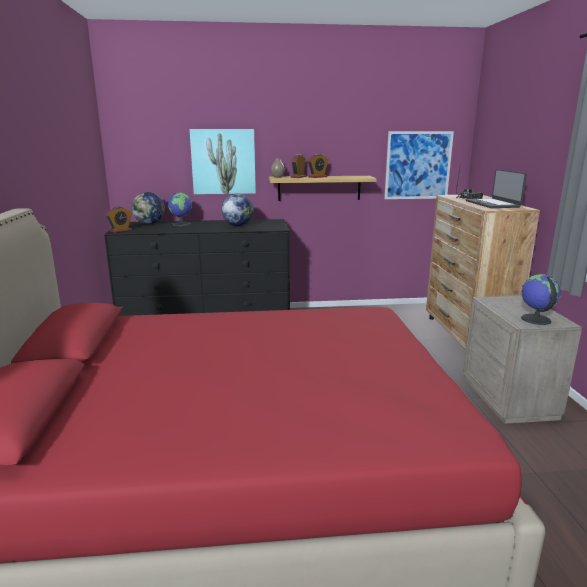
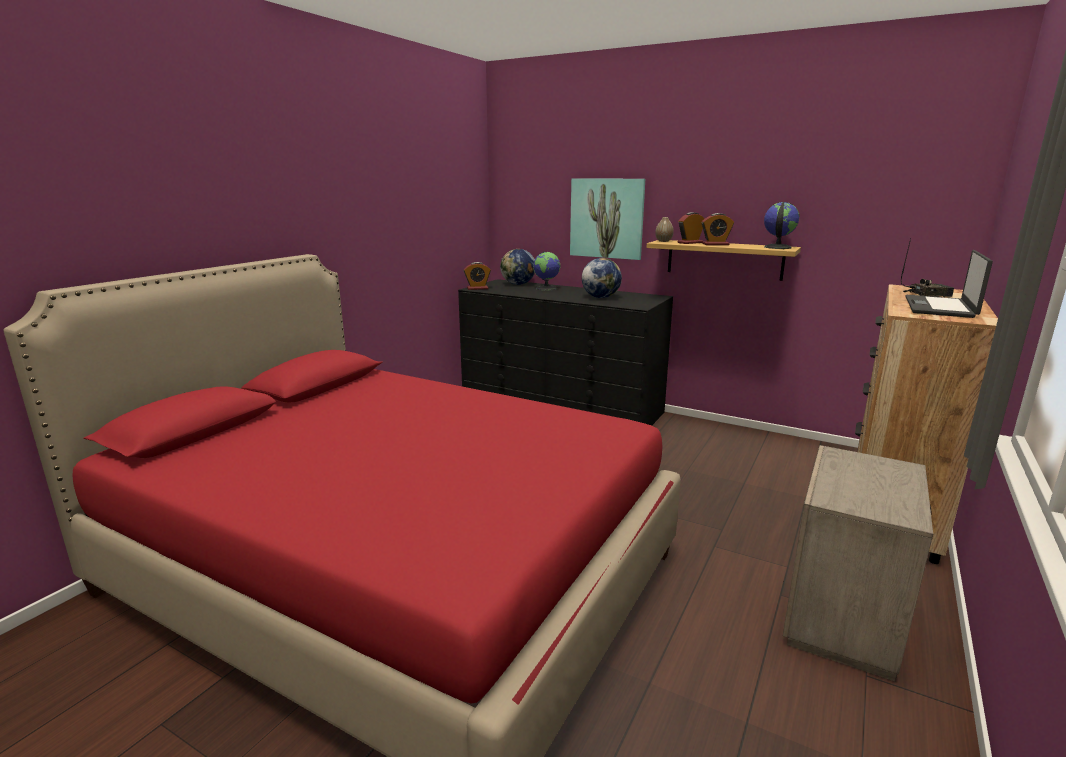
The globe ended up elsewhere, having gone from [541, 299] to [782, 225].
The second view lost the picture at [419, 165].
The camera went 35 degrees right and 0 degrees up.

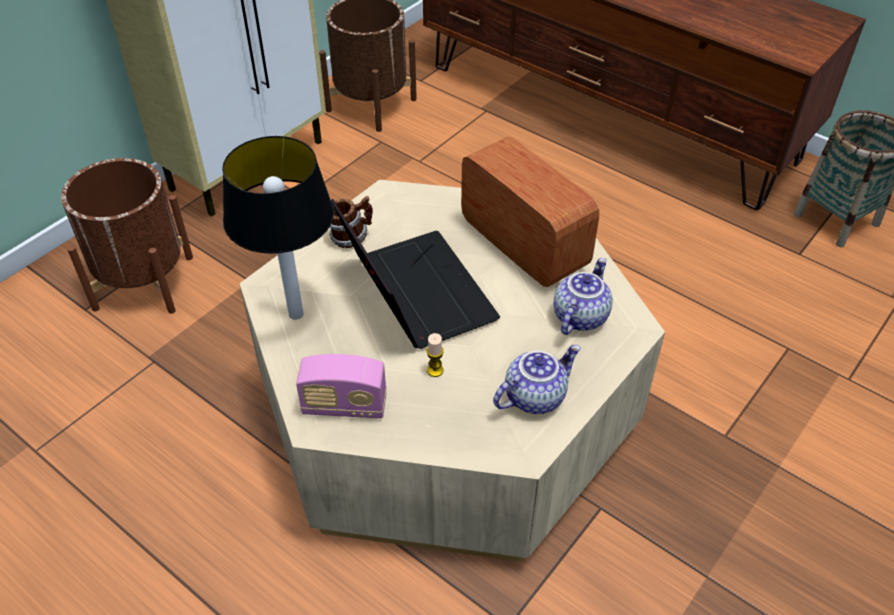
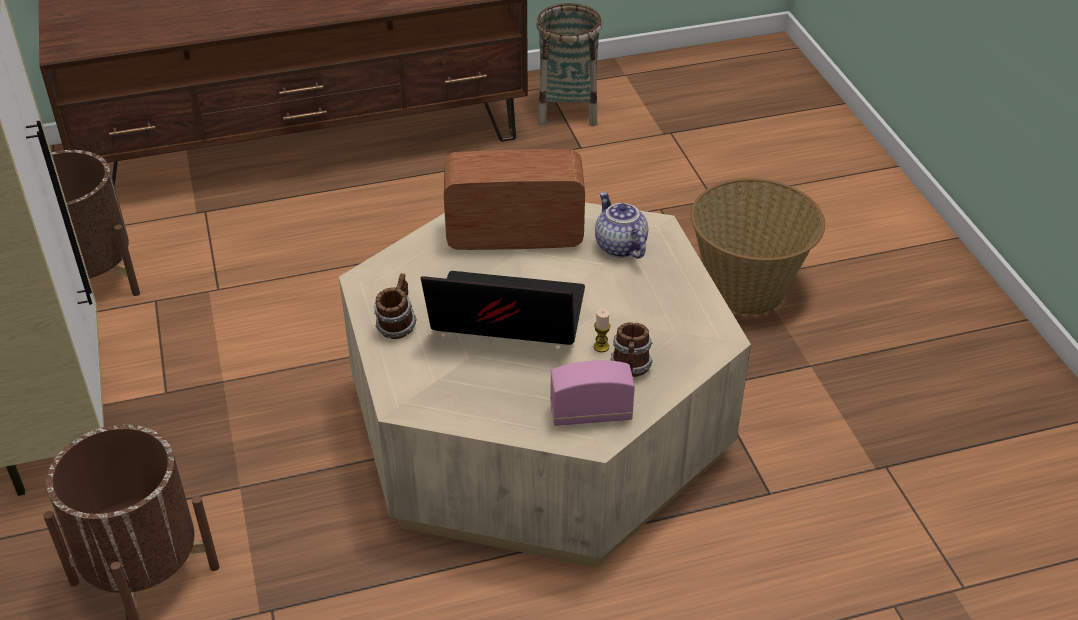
The radio at [341, 386] ended up facing another way, 135 degrees counterclockwise from before.
The second view gained the mug at [631, 349].
The second view gained the basket at [758, 246].
The second view lost the table lamp at [278, 228].
The second view lost the teapot at [537, 379].
The camera went 55 degrees left and 5 degrees down.

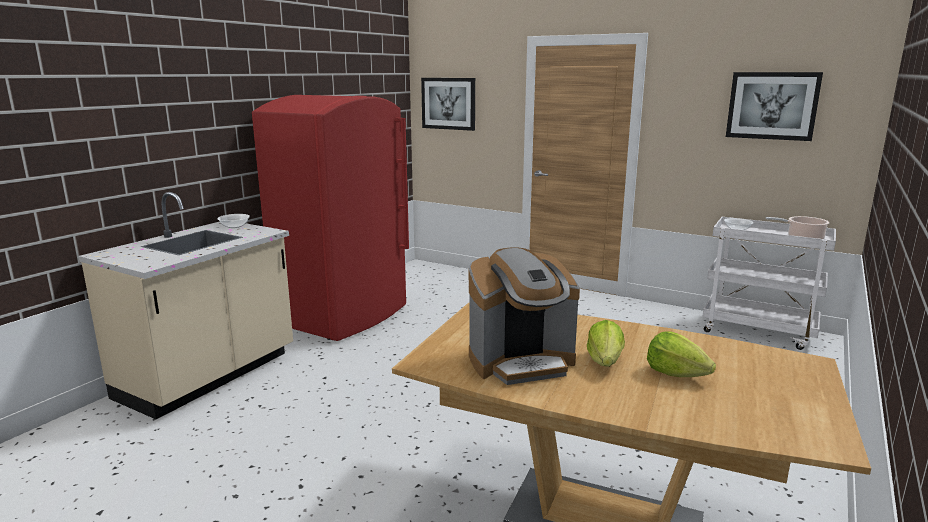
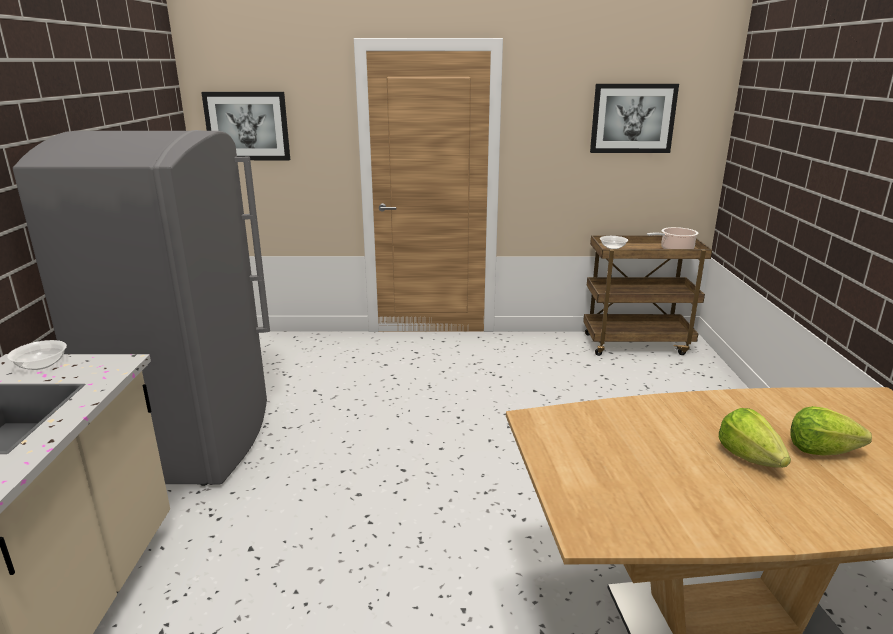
What was the fridge in red at [330, 218] turned into the fridge in grey at [141, 308].
What was the cart in white at [769, 283] turned into the cart in brown at [647, 295].
The second view lost the coffee machine at [524, 316].
The camera went 30 degrees left and 5 degrees up.

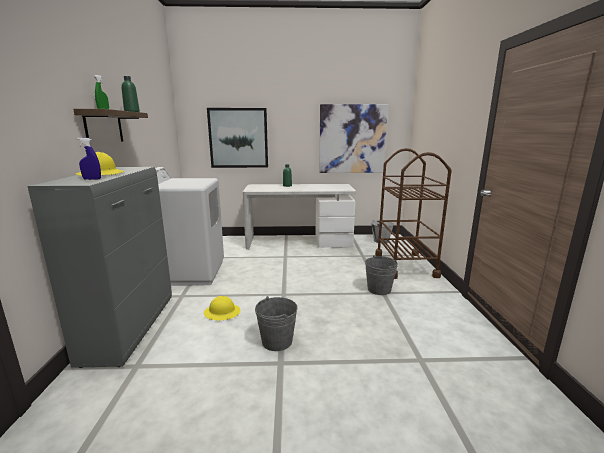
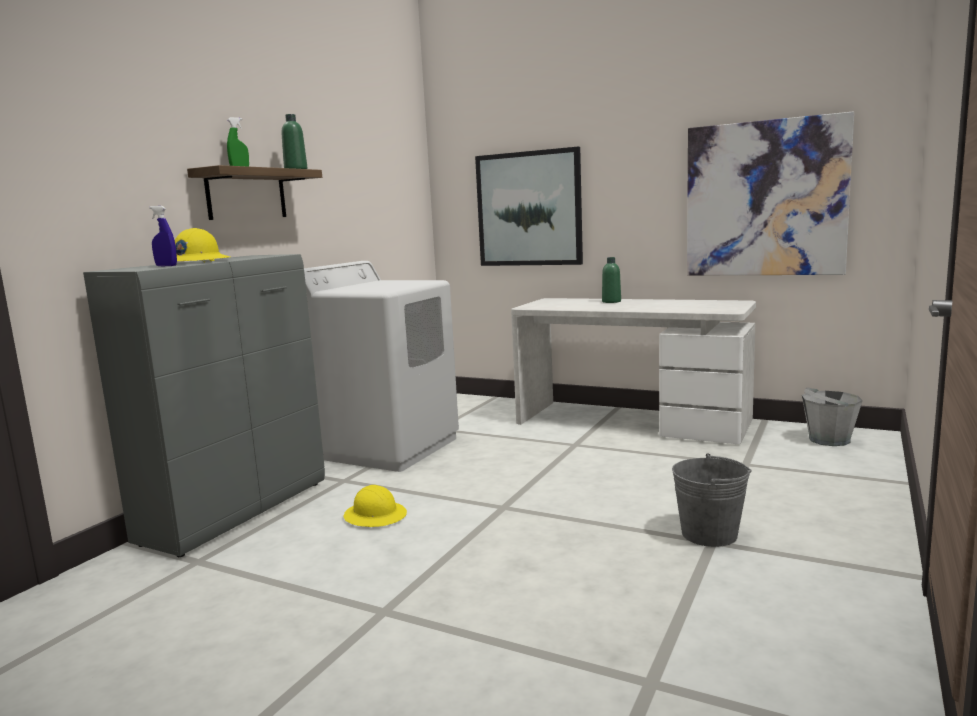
The second view lost the bucket in grey at [276, 323].
The second view lost the cart in brown at [413, 213].
The camera went 30 degrees right and 5 degrees down.

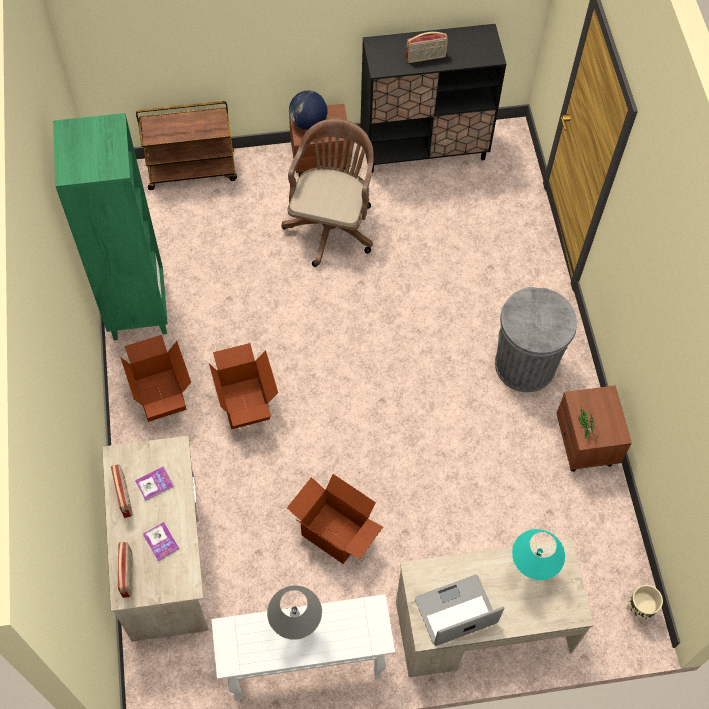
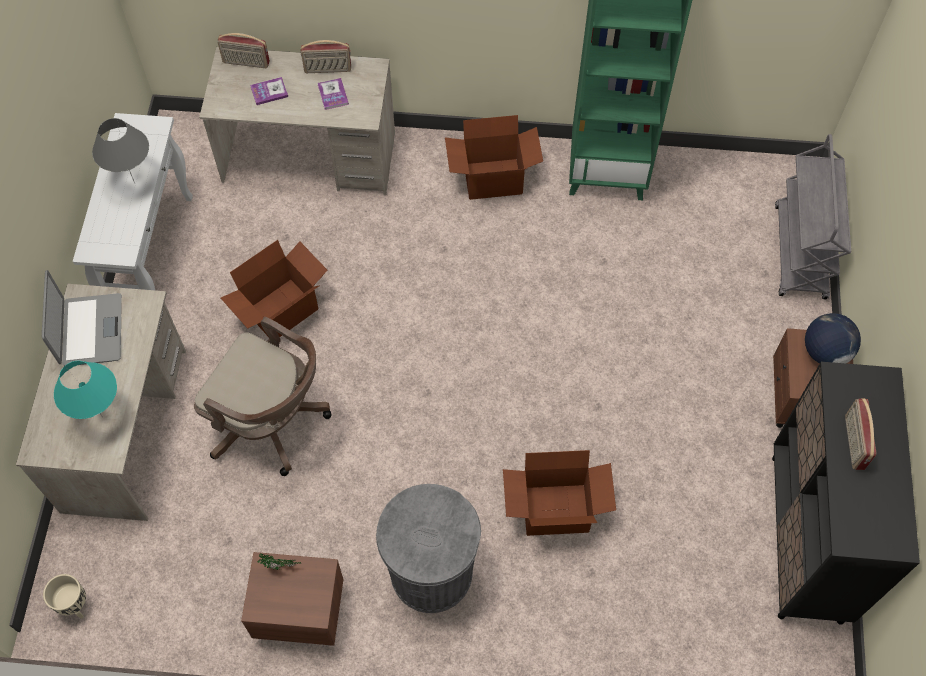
The office chair in brown ended up elsewhere, having gone from [327, 193] to [263, 396].
The cardboard box ended up elsewhere, having gone from [243, 386] to [559, 493].
What was the cart in brown at [186, 145] turned into the cart in grey at [813, 216].
The camera went 105 degrees right and 0 degrees up.

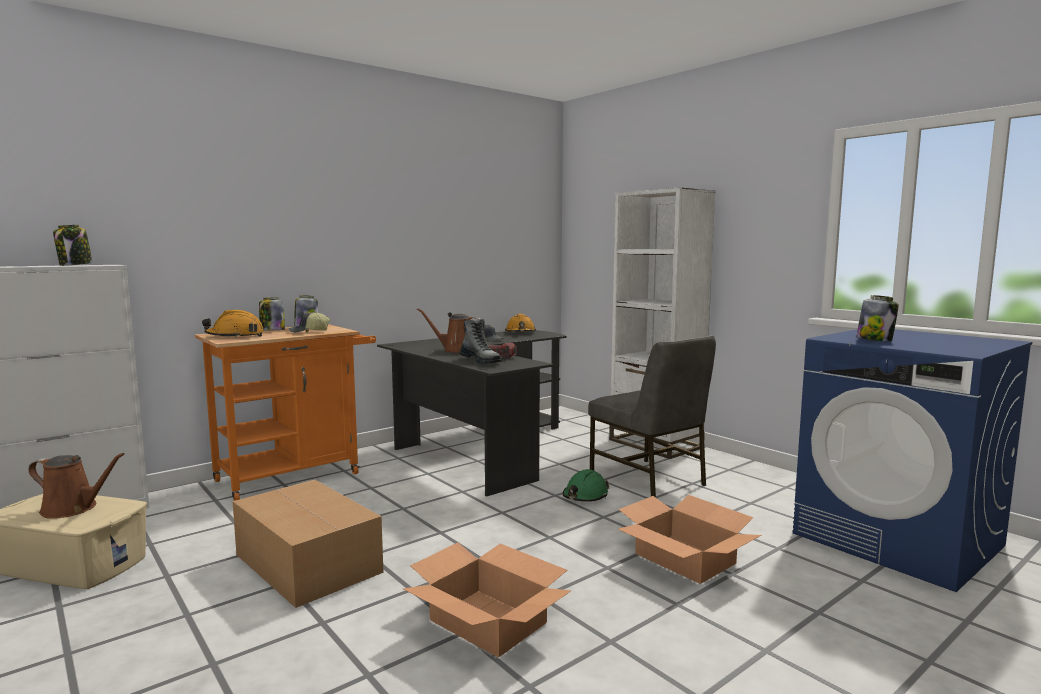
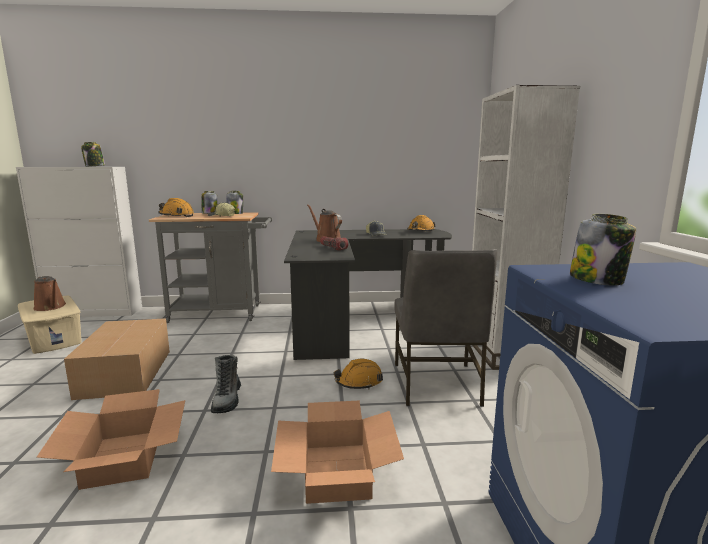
What was the cart in orange at [285, 412] turned into the cart in grey at [210, 267].
The boot ended up elsewhere, having gone from [480, 341] to [226, 384].
What was the hard hat in green at [586, 485] turned into the hard hat in orange at [358, 374].
The camera went 35 degrees right and 5 degrees up.

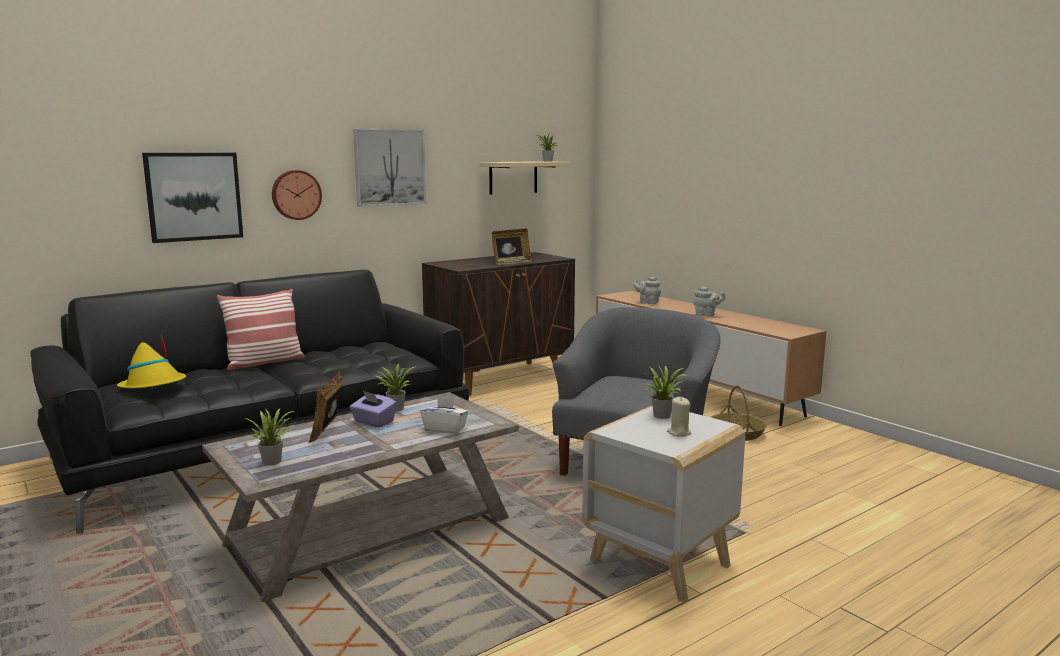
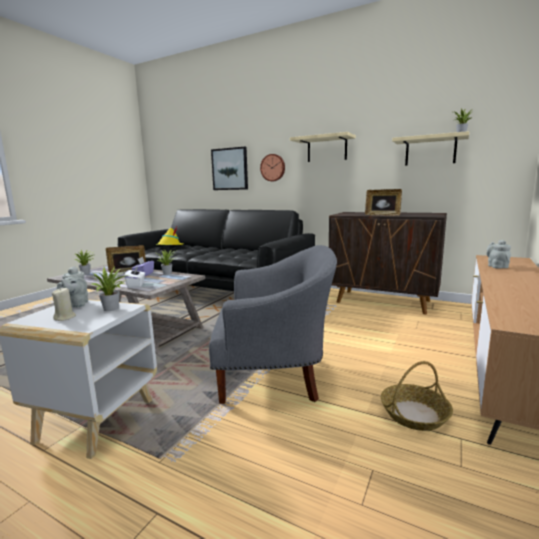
The teapot in grey ended up elsewhere, having gone from [709, 301] to [72, 287].
Where the picture hung at [389, 168], the shelf in beige came to hang at [323, 147].
The second view lost the pillow at [261, 329].
The camera went 65 degrees right and 0 degrees up.

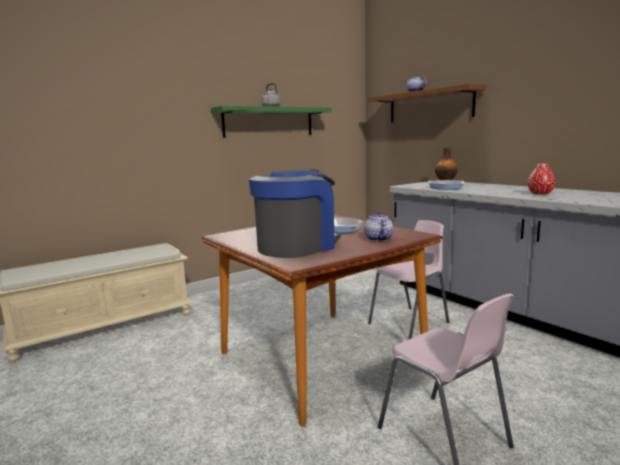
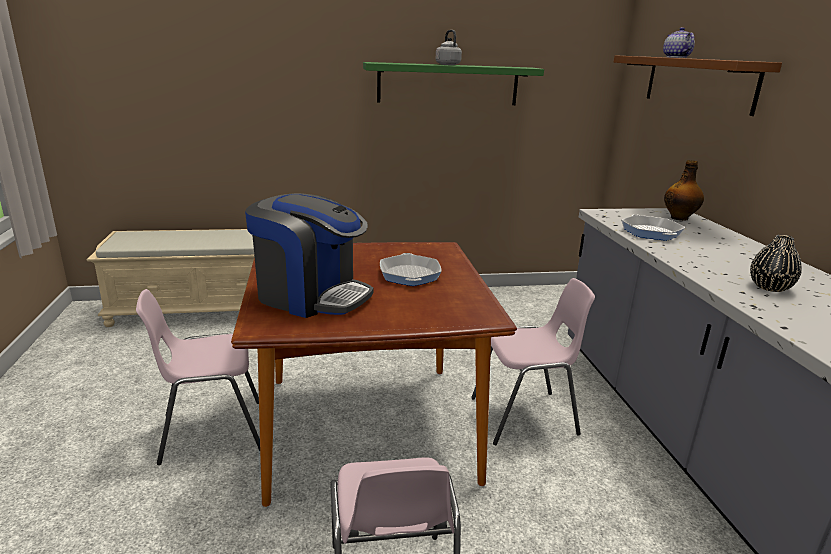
The second view gained the chair in pink at [198, 377].
The coffee machine at [295, 213] ended up facing another way, 45 degrees clockwise from before.
What was the vase in red at [541, 179] turned into the vase in black at [776, 263].
The second view lost the teapot at [378, 226].
The camera went 25 degrees right and 10 degrees up.

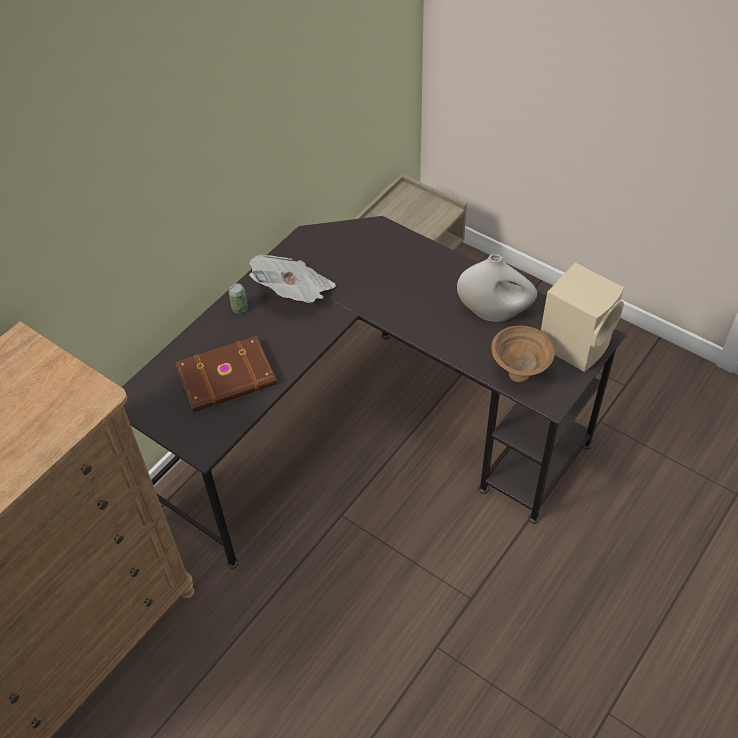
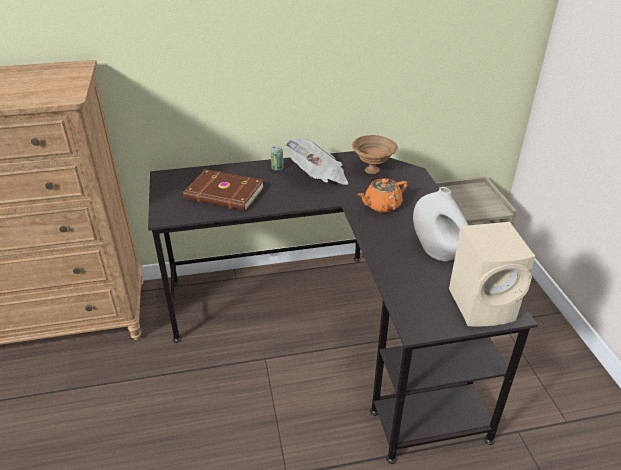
The bowl in brown ended up elsewhere, having gone from [523, 354] to [375, 154].
The second view gained the teapot in orange at [383, 196].
The camera went 40 degrees right and 15 degrees down.

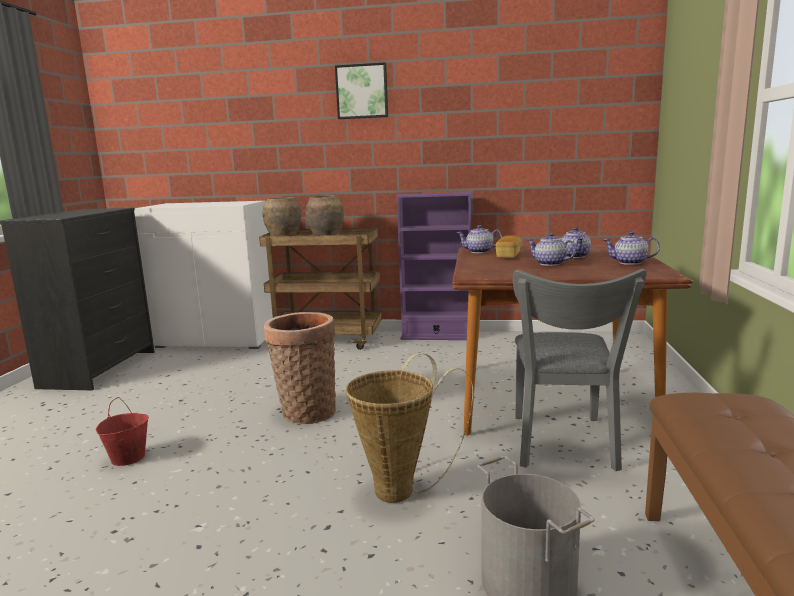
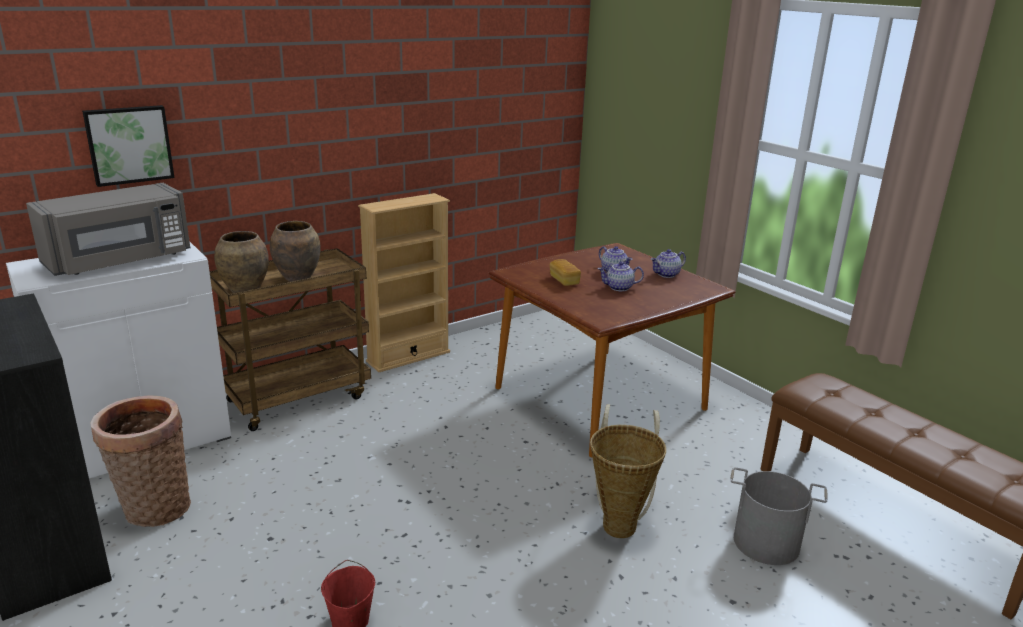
The second view gained the microwave in grey at [108, 229].
The picture ended up elsewhere, having gone from [361, 90] to [128, 146].
The basket ended up elsewhere, having gone from [300, 368] to [140, 461].
What was the bookcase in purple at [433, 266] turned into the bookcase in beige at [404, 282].
The second view lost the teapot at [480, 239].
The second view lost the chair in grey at [580, 370].
The camera went 45 degrees left and 10 degrees up.

